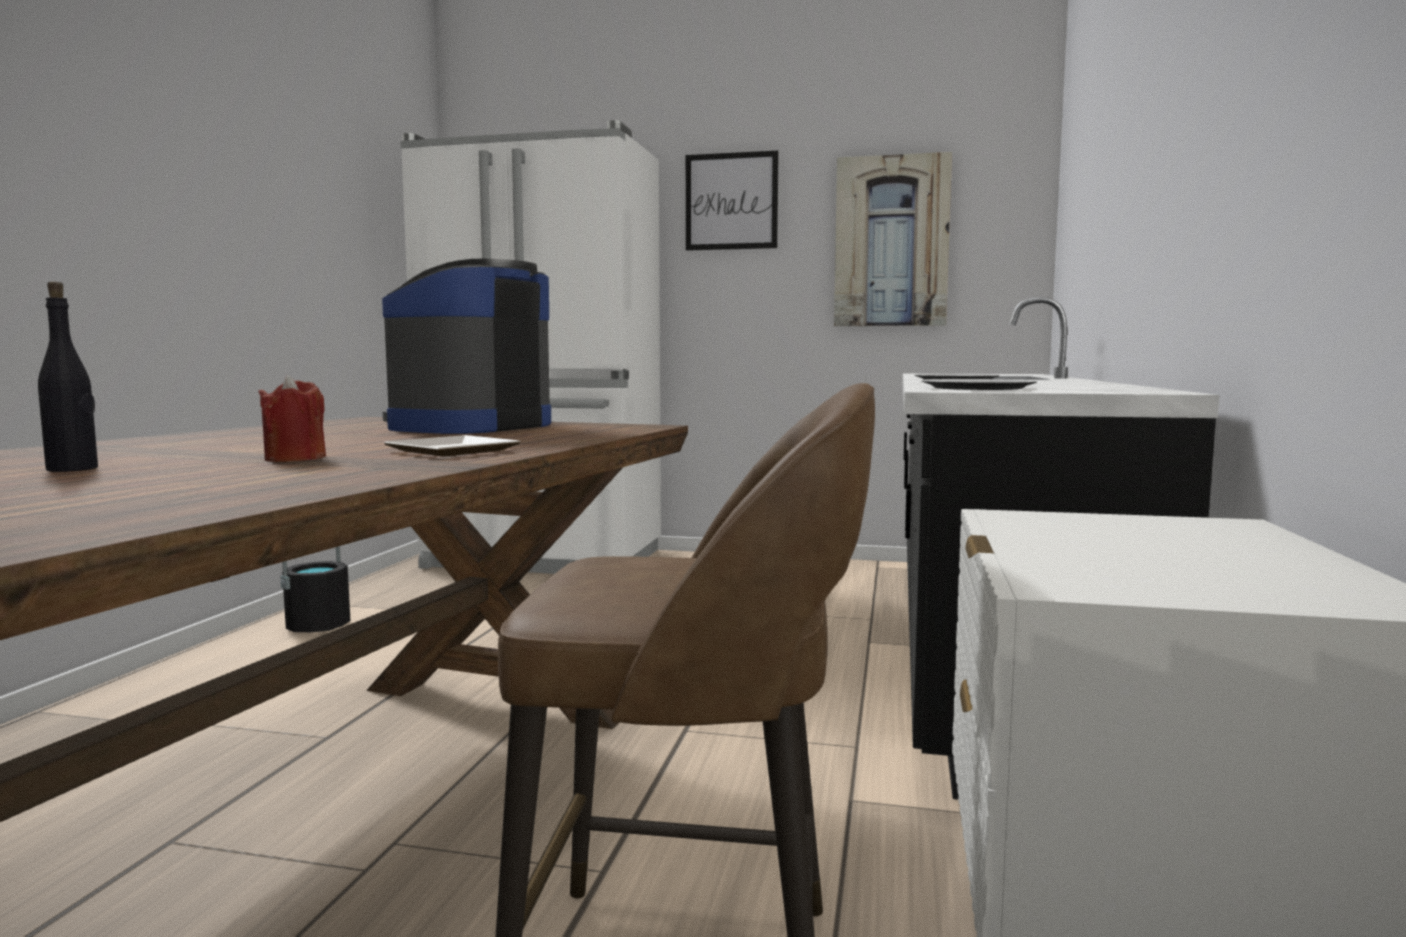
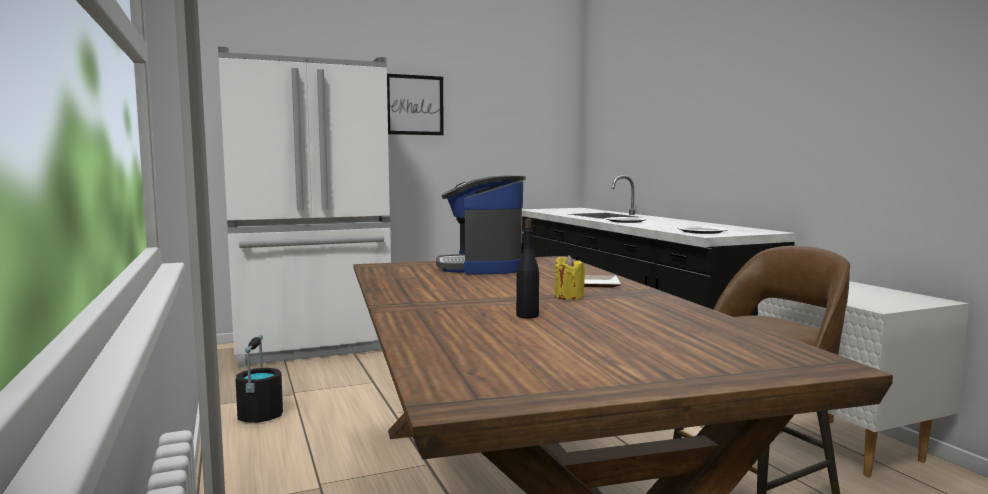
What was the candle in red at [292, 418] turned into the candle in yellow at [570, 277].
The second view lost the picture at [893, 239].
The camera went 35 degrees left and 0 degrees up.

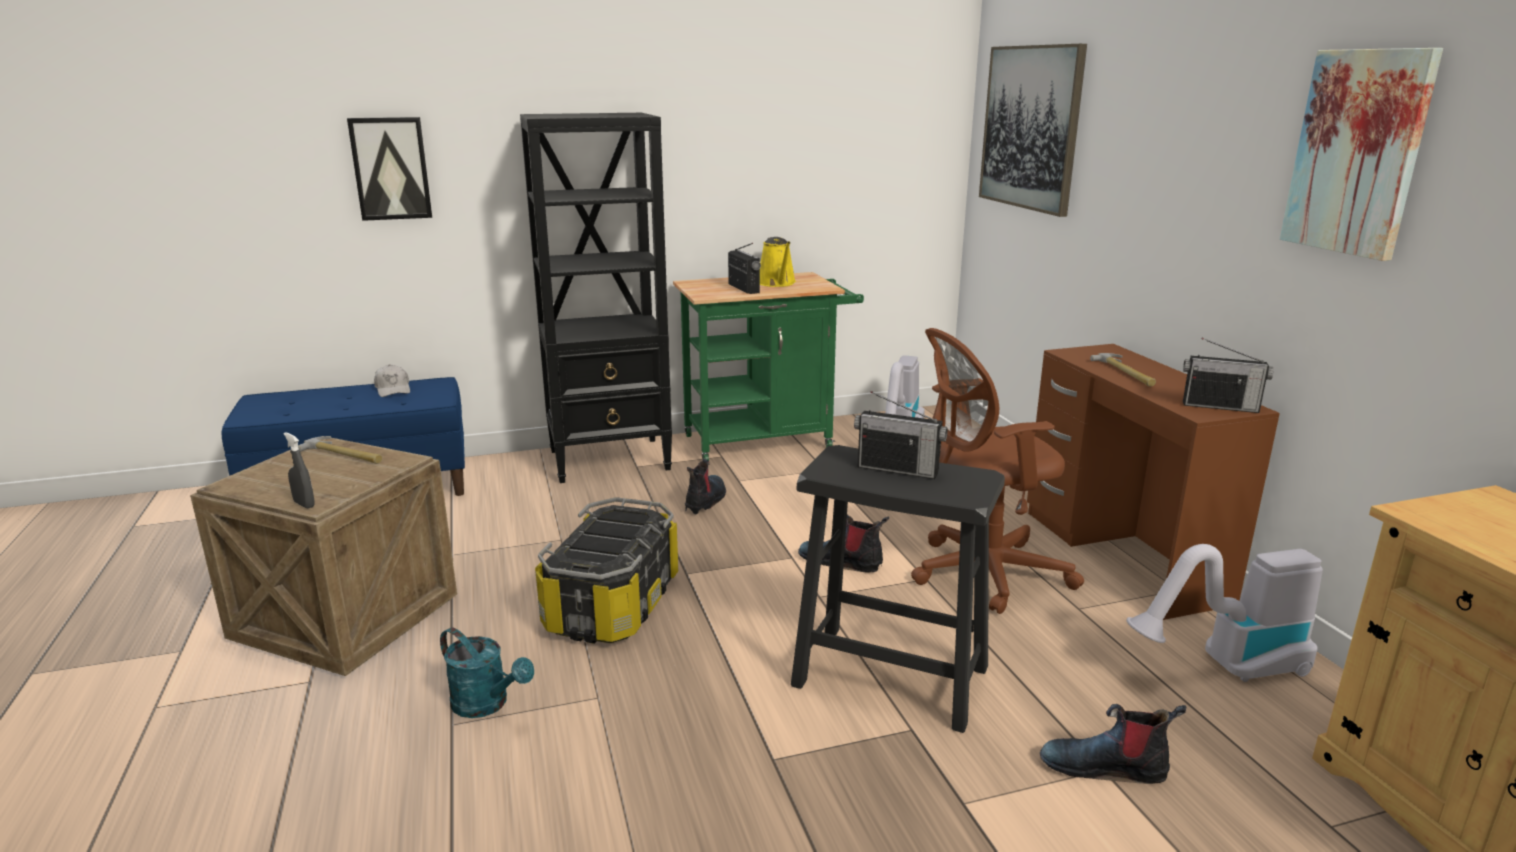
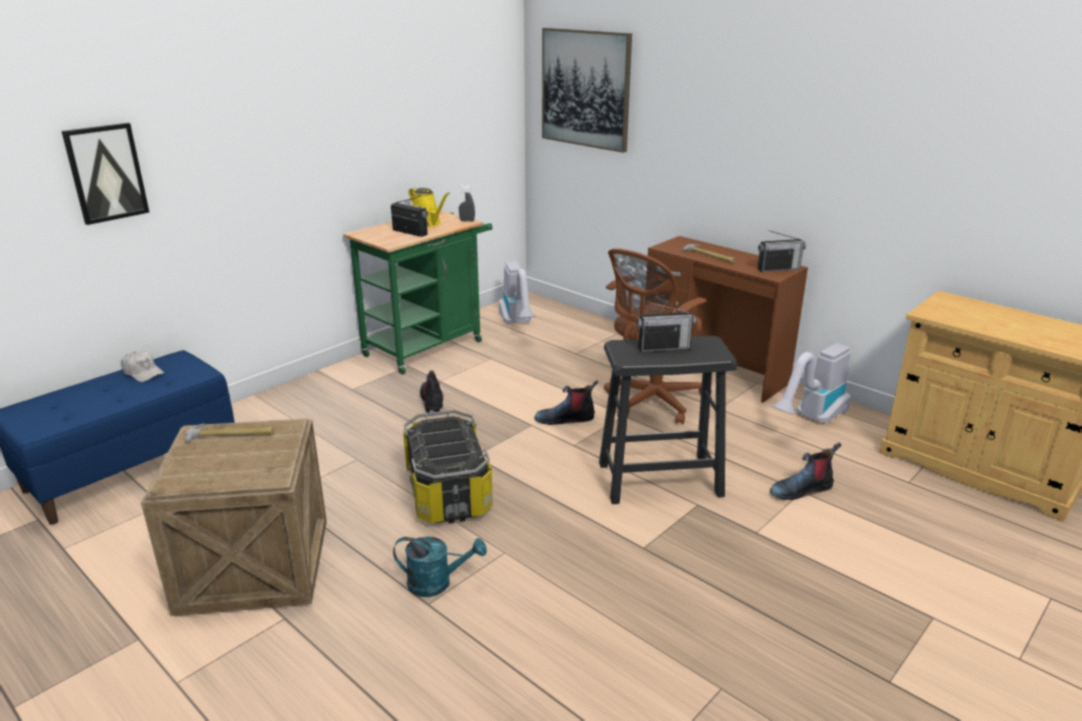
The spray bottle in grey ended up elsewhere, having gone from [299, 470] to [467, 203].
The second view lost the bookcase in black at [596, 298].
The second view lost the picture at [1361, 154].
The camera went 30 degrees left and 5 degrees up.

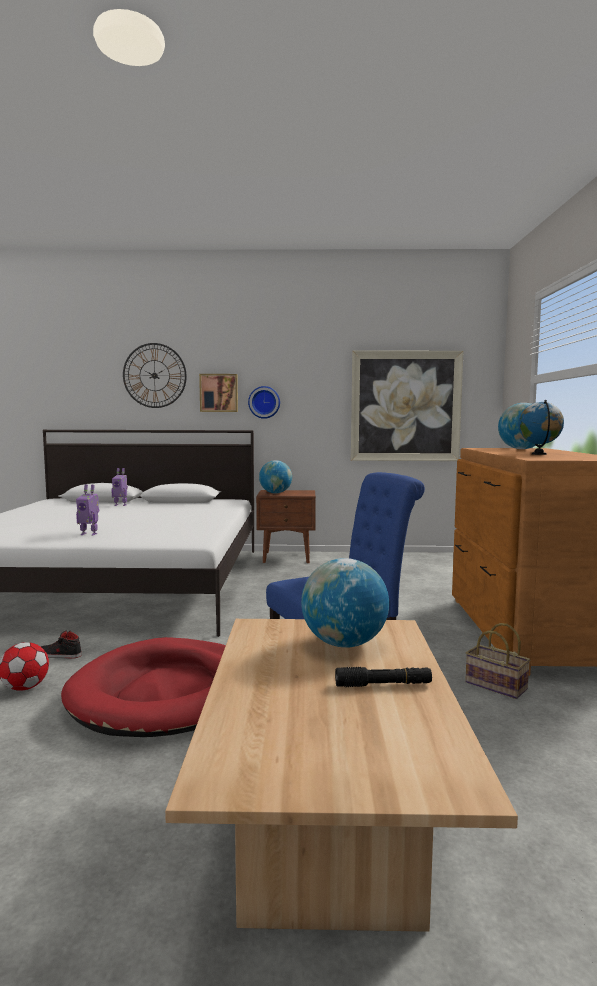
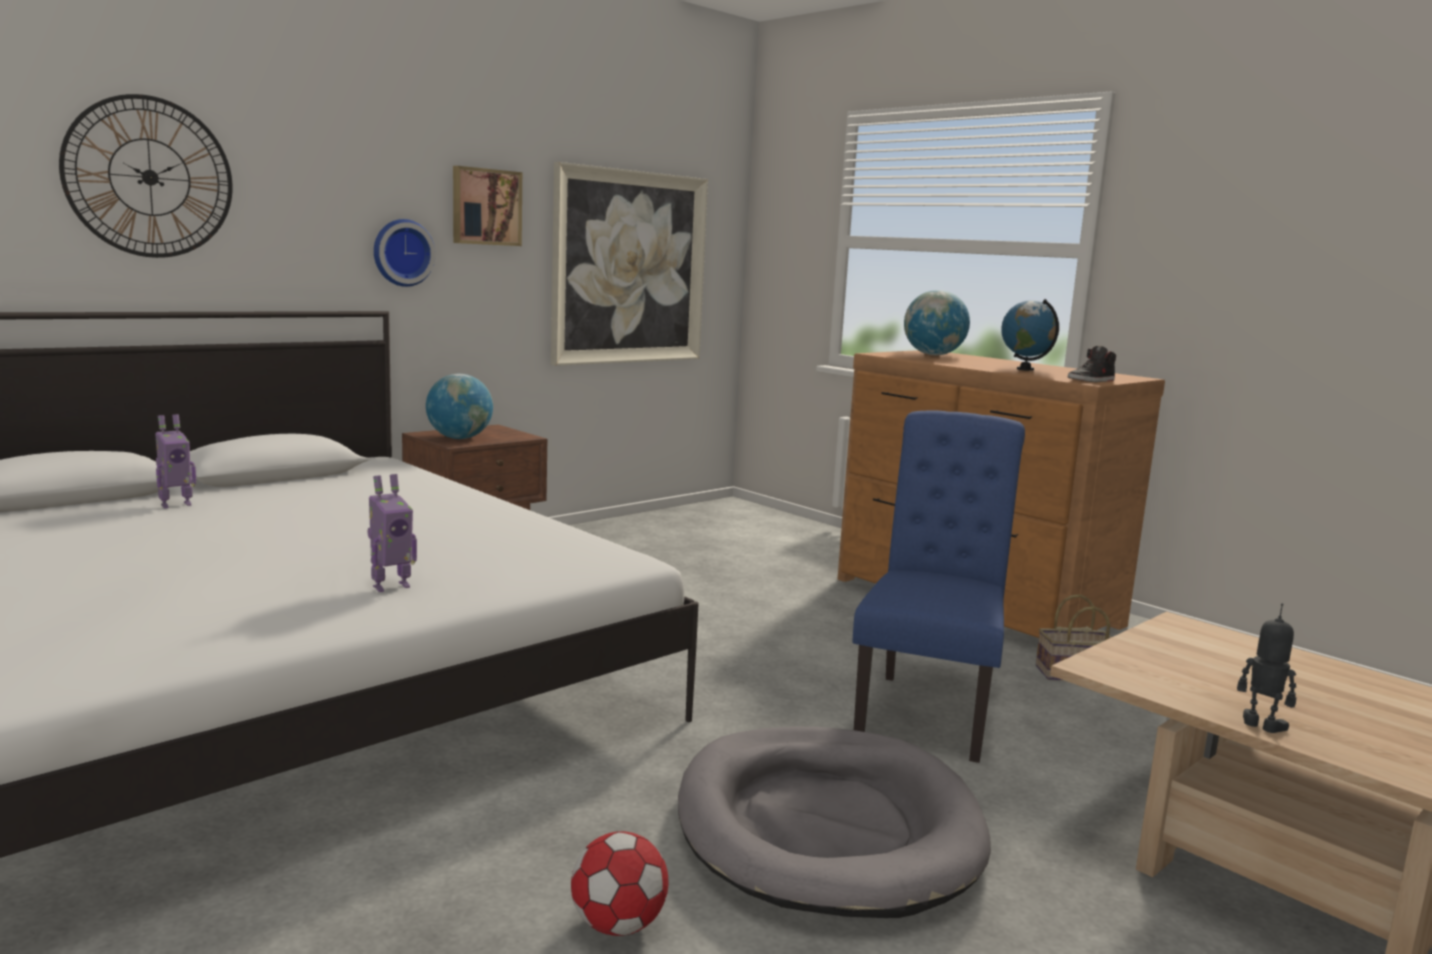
The picture ended up elsewhere, having gone from [218, 393] to [487, 206].
What was the dog bed in red at [143, 687] turned into the dog bed in grey at [834, 822].
The shoe in black ended up elsewhere, having gone from [61, 644] to [1092, 364].
The second view gained the toy robot at [1266, 668].
The second view lost the globe at [345, 603].
The second view lost the flashlight in black at [383, 677].
The camera went 45 degrees left and 5 degrees up.

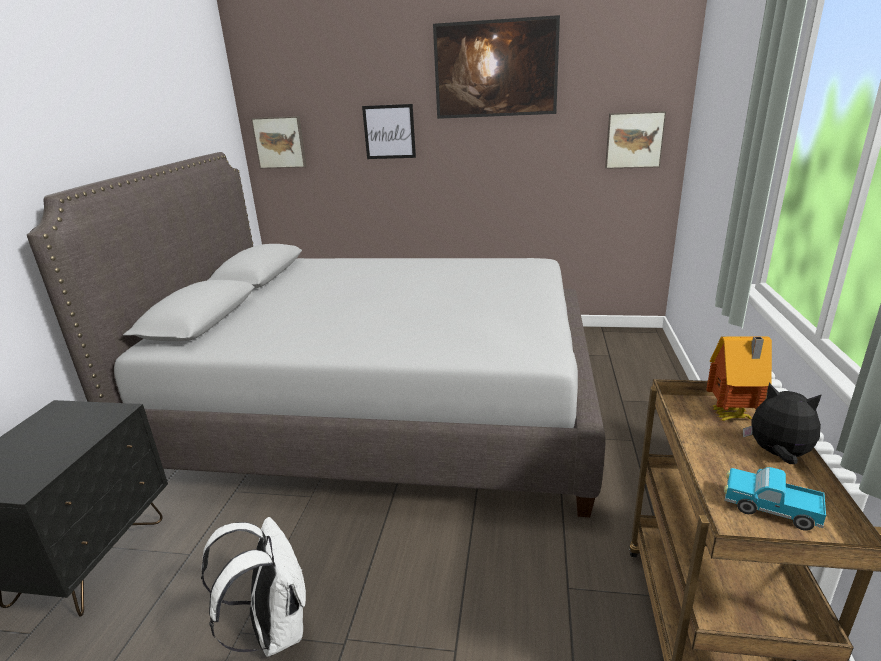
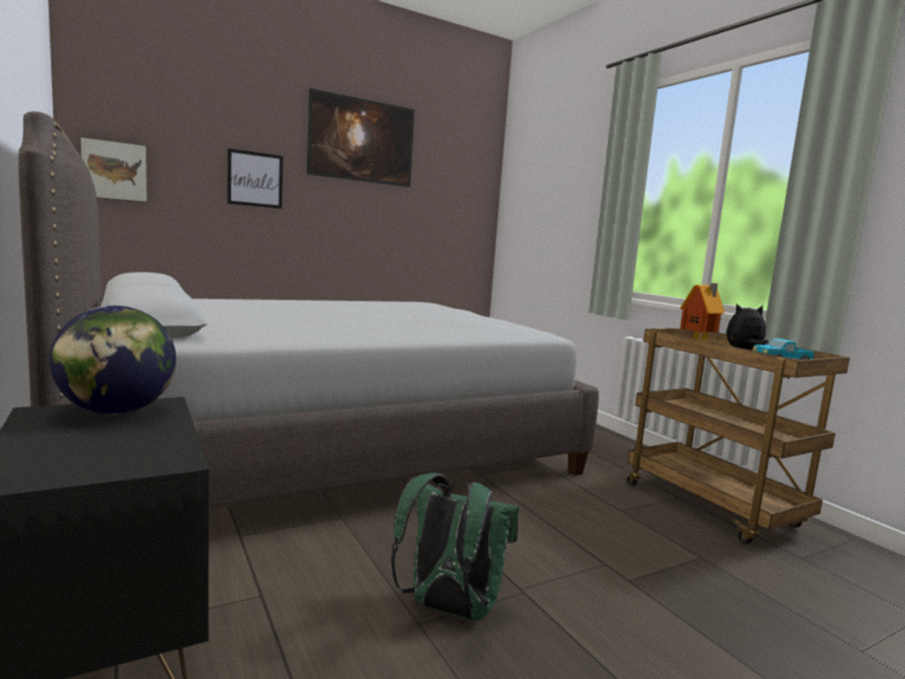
The second view gained the globe at [113, 360].
What was the backpack in white at [253, 587] turned into the backpack in green at [455, 546].
The second view lost the picture at [635, 140].
The camera went 40 degrees left and 15 degrees down.

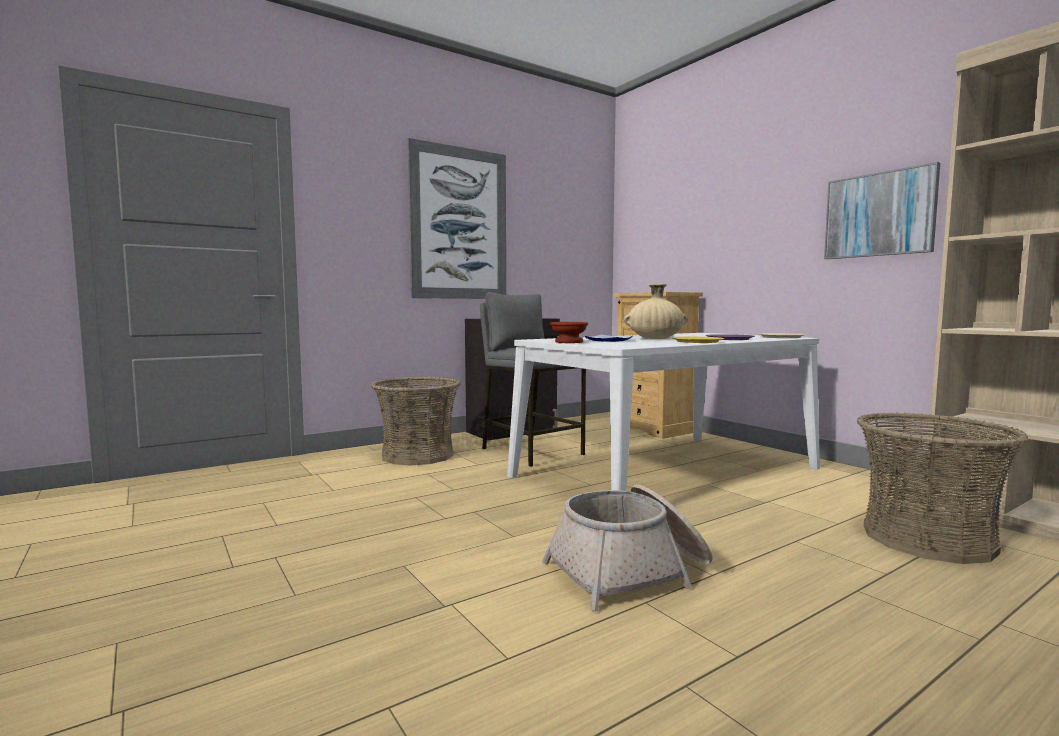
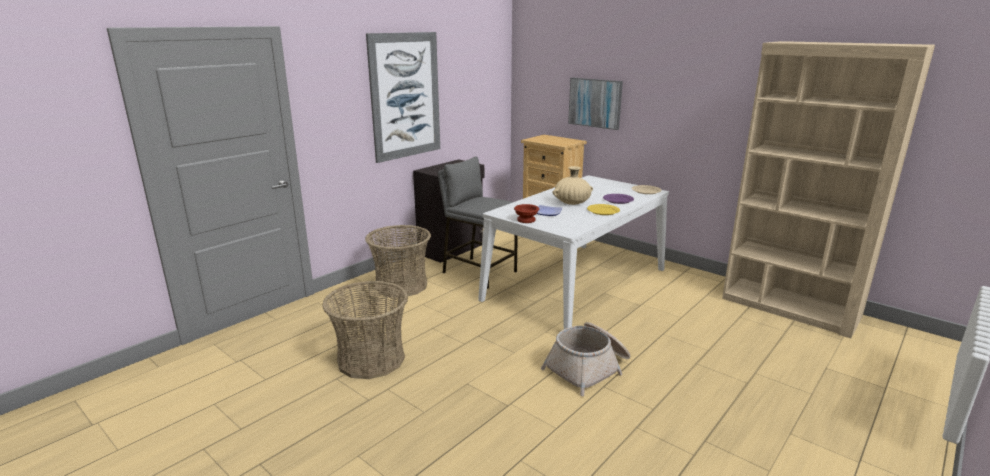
The basket ended up elsewhere, having gone from [942, 488] to [365, 330].
The picture ended up elsewhere, having gone from [882, 210] to [595, 103].
The camera went 15 degrees left and 15 degrees up.

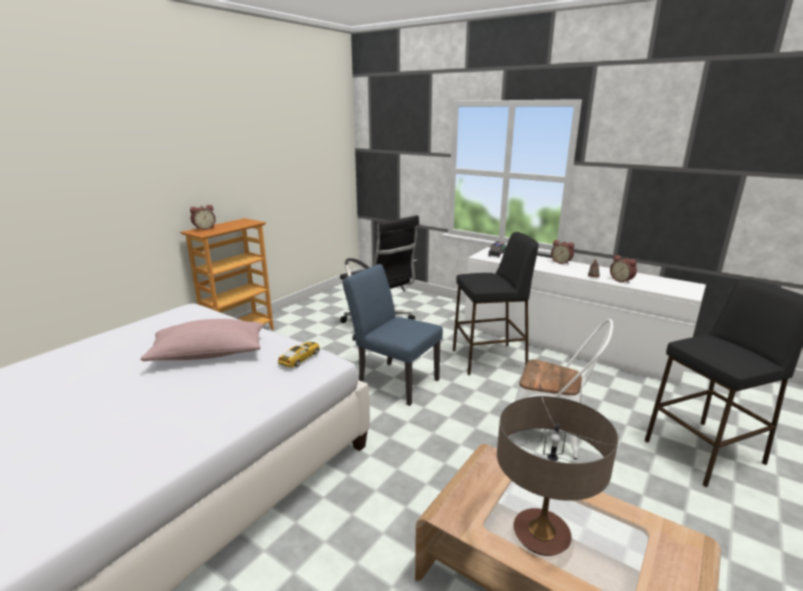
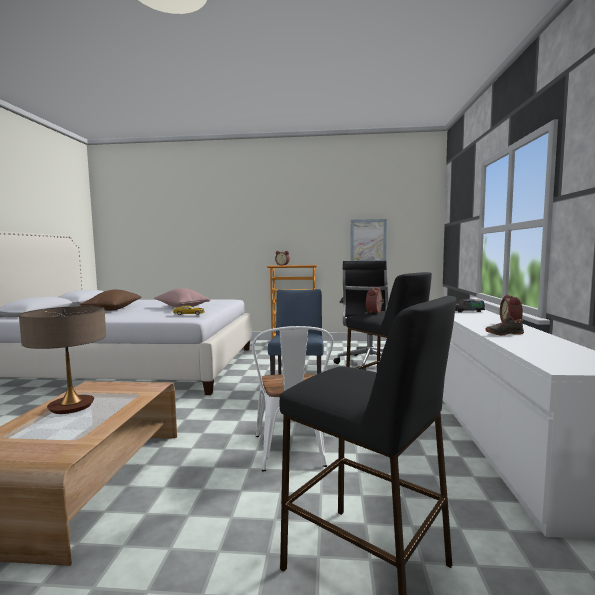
The second view gained the pillow in brown at [110, 300].
The second view gained the picture at [369, 240].
The alarm clock ended up elsewhere, having gone from [623, 269] to [375, 300].
The camera went 60 degrees right and 15 degrees down.

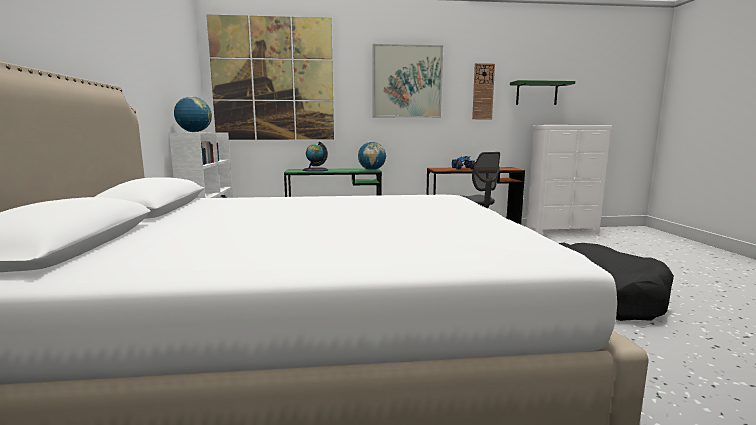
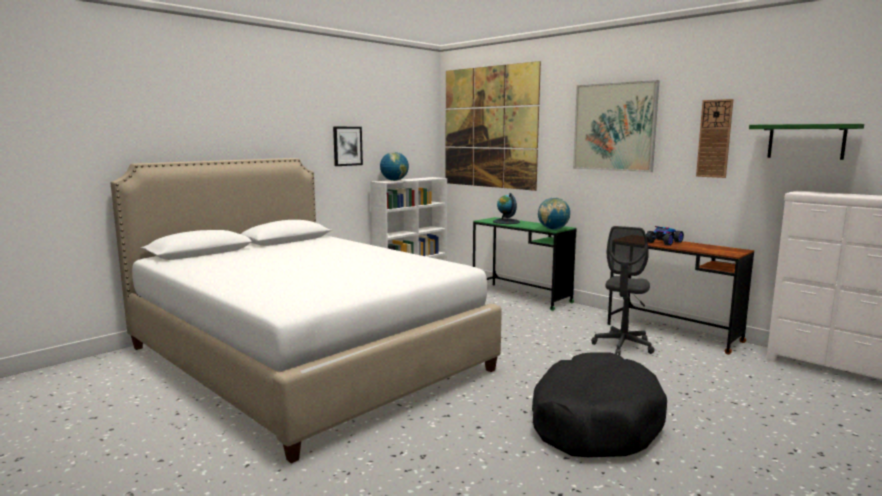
The second view gained the picture at [348, 146].
The camera went 50 degrees right and 0 degrees up.

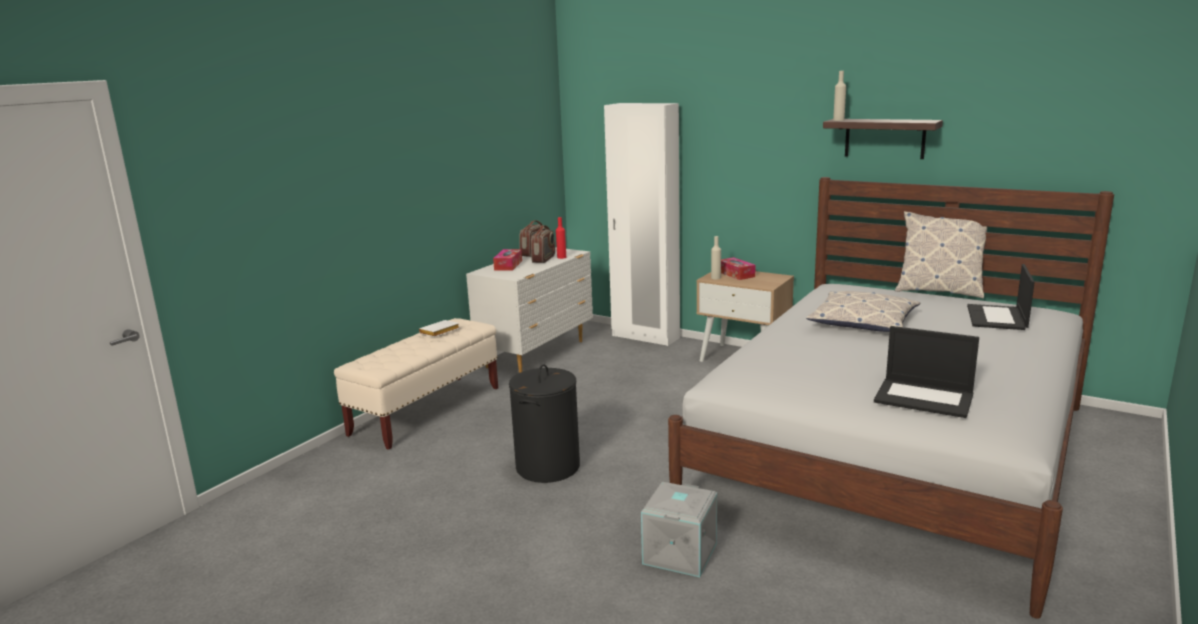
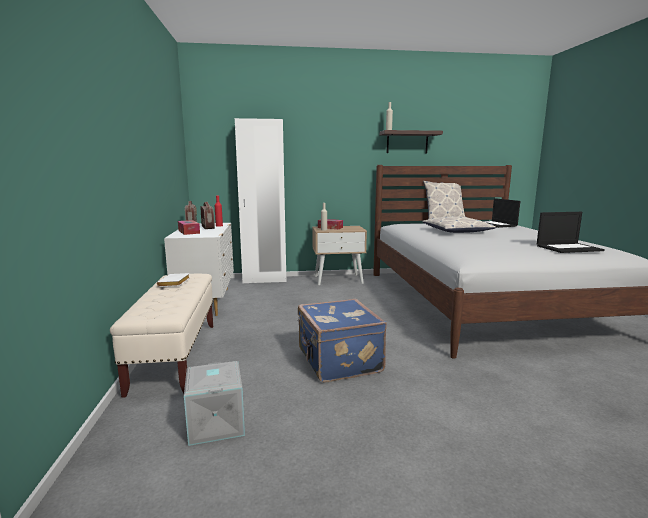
The storage box in grey ended up elsewhere, having gone from [679, 529] to [214, 403].
Where the laundry basket in black stood at [544, 423], the suitcase in blue came to stand at [342, 341].
The camera went 40 degrees left and 5 degrees down.

